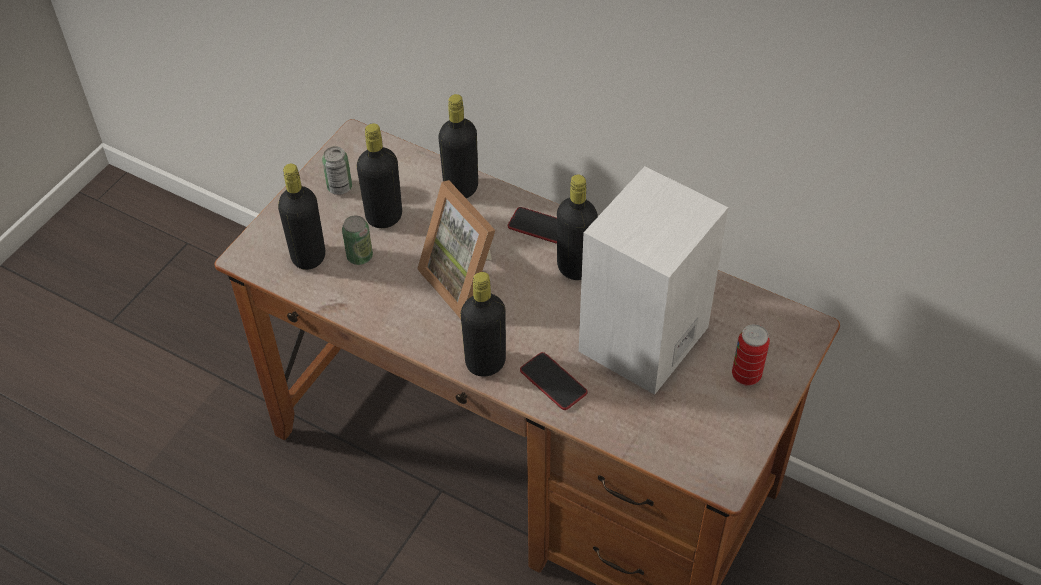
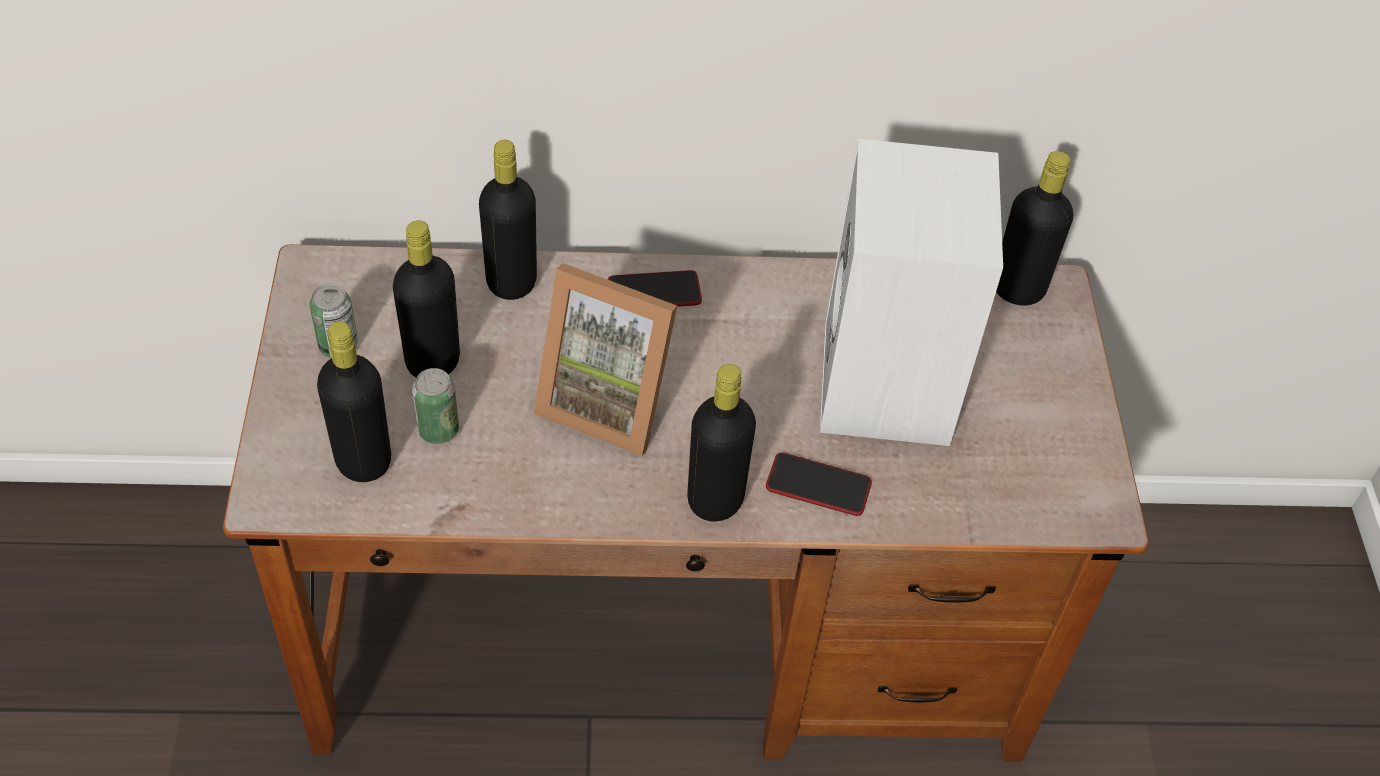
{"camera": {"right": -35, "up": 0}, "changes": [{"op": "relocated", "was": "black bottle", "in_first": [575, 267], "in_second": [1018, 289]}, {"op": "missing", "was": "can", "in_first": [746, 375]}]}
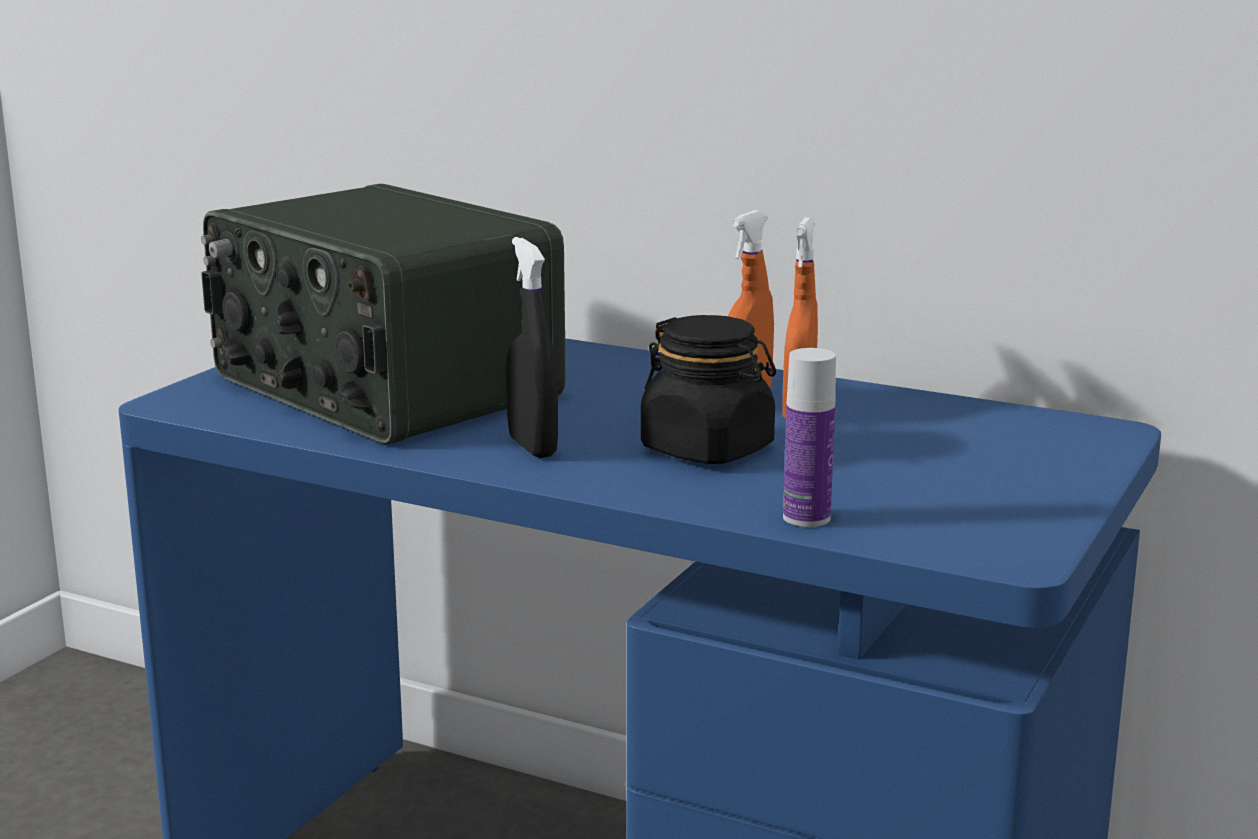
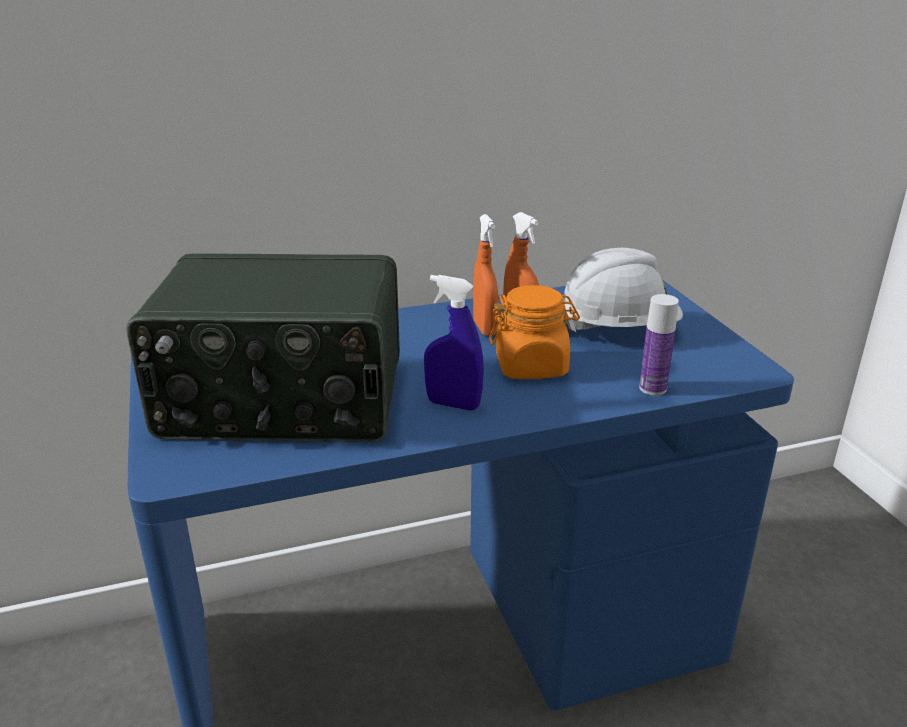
{"camera": {"right": -45, "up": 10}, "changes": [{"op": "colour", "was": "black spray bottle", "now": "blue spray bottle", "in_first": [532, 447], "in_second": [453, 404]}, {"op": "colour", "was": "black jar", "now": "orange jar", "in_first": [708, 449], "in_second": [531, 366]}, {"op": "appeared", "now": "white hard hat", "in_second": [617, 329]}]}
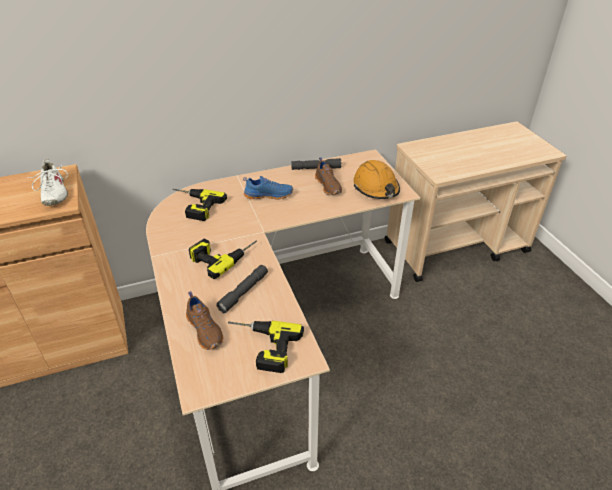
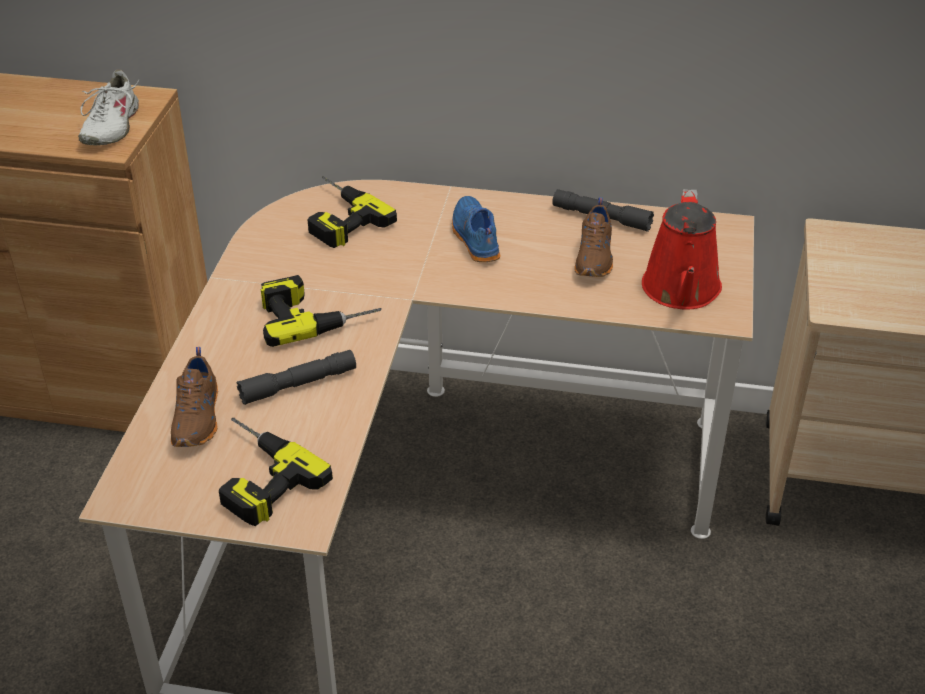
{"camera": {"right": 30, "up": 0}, "changes": [{"op": "spun", "was": "blue shoe", "in_first": [268, 195], "in_second": [474, 239], "clockwise": -135}, {"op": "exchanged", "was": "orange hard hat", "now": "red watering can", "in_first": [376, 188], "in_second": [681, 291]}]}
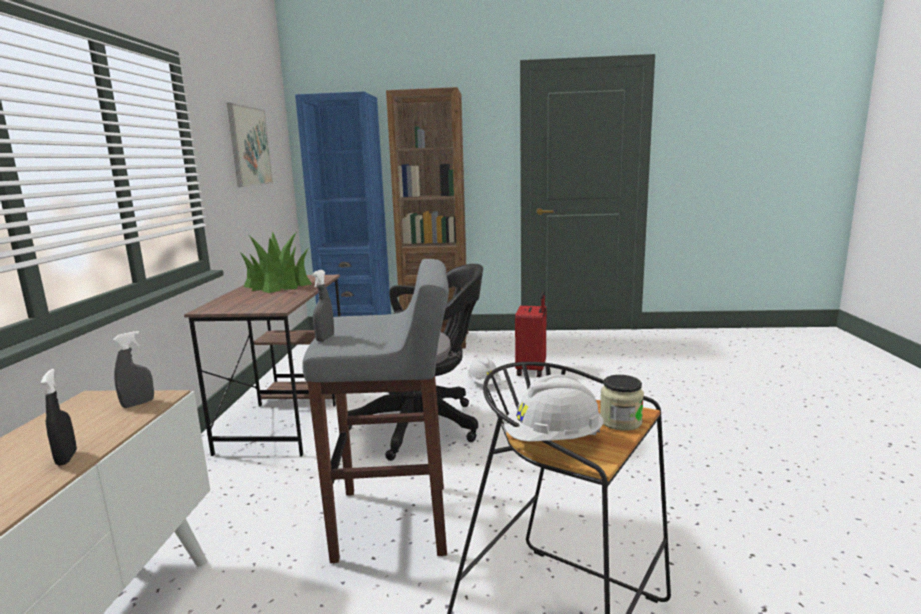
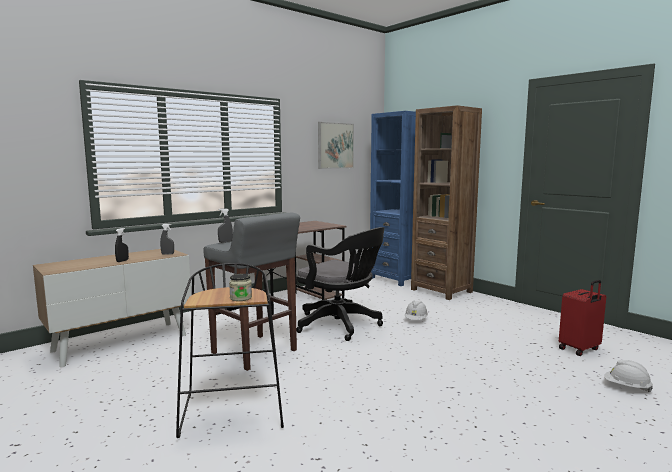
{"camera": {"right": 45, "up": -5}, "changes": [{"op": "relocated", "was": "red suitcase", "in_first": [532, 370], "in_second": [580, 349]}, {"op": "relocated", "was": "white hard hat", "in_first": [553, 441], "in_second": [626, 387]}, {"op": "missing", "was": "potted plant", "in_first": [278, 285]}]}
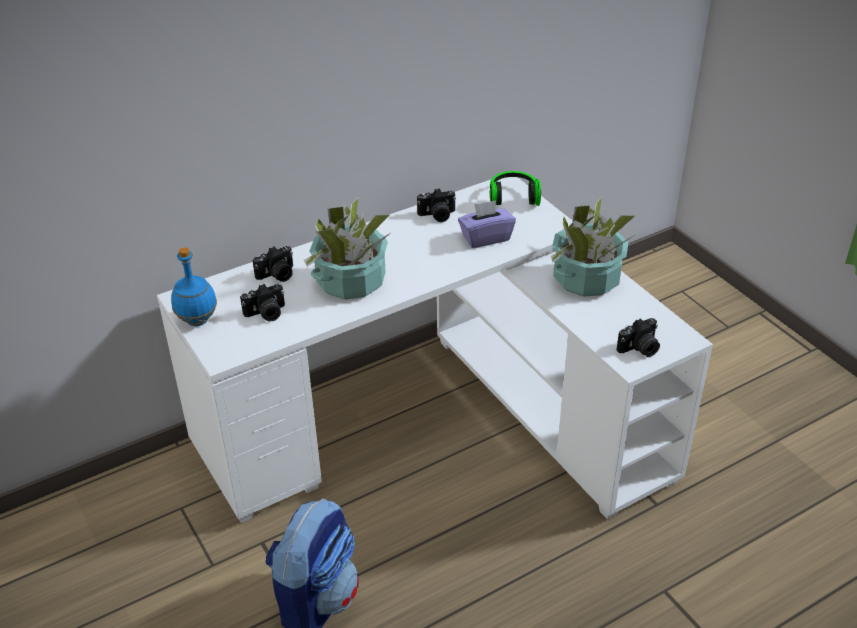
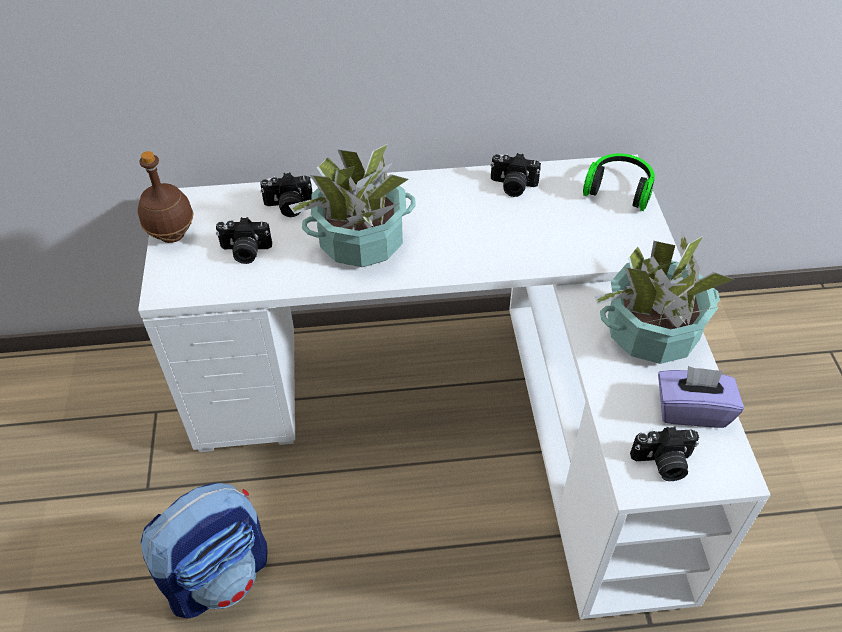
{"camera": {"right": 25, "up": 10}, "changes": [{"op": "colour", "was": "blue bottle", "now": "brown bottle", "in_first": [198, 320], "in_second": [173, 235]}, {"op": "relocated", "was": "purple tissue box", "in_first": [485, 238], "in_second": [691, 410]}]}
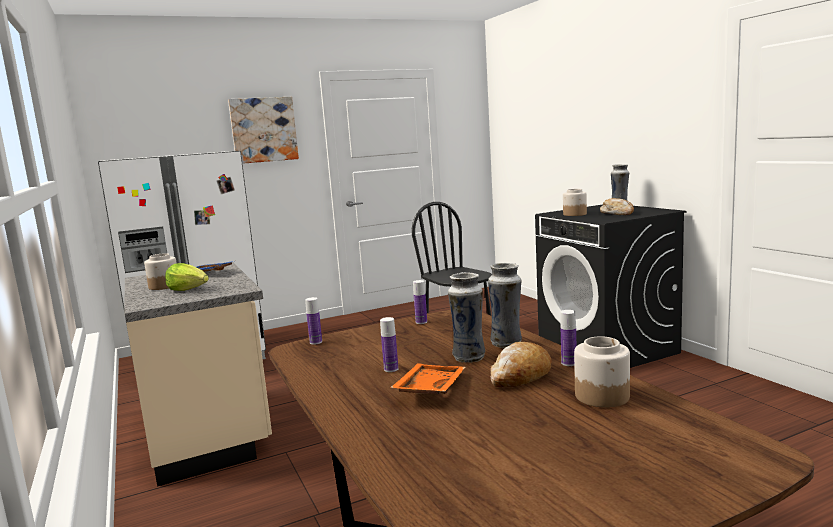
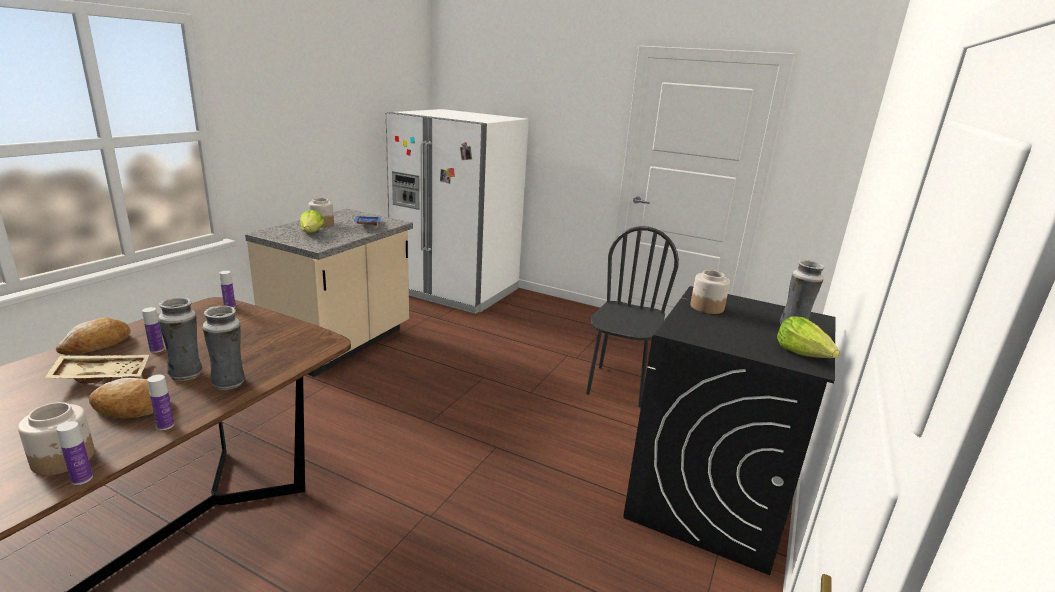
{"camera": {"right": 50, "up": 10}, "changes": [{"op": "colour", "was": "orange tray", "now": "beige tray", "in_first": [429, 389], "in_second": [102, 375]}, {"op": "relocated", "was": "bread", "in_first": [617, 213], "in_second": [97, 344]}, {"op": "relocated", "was": "bottle", "in_first": [421, 322], "in_second": [82, 479]}, {"op": "appeared", "now": "lettuce", "in_second": [803, 354]}, {"op": "missing", "was": "picture", "in_first": [263, 130]}]}
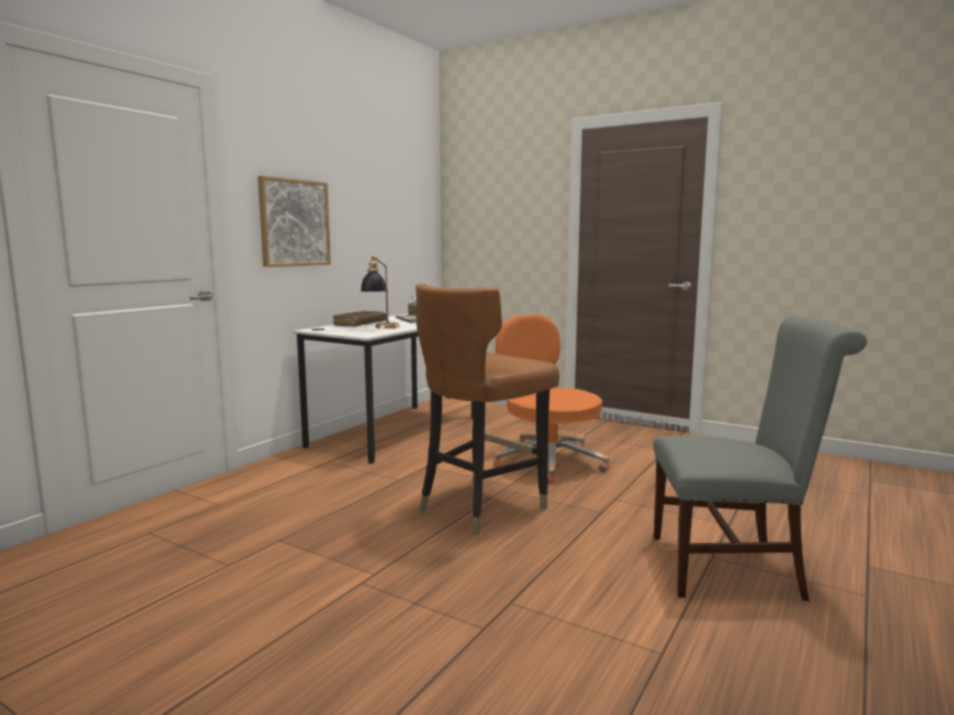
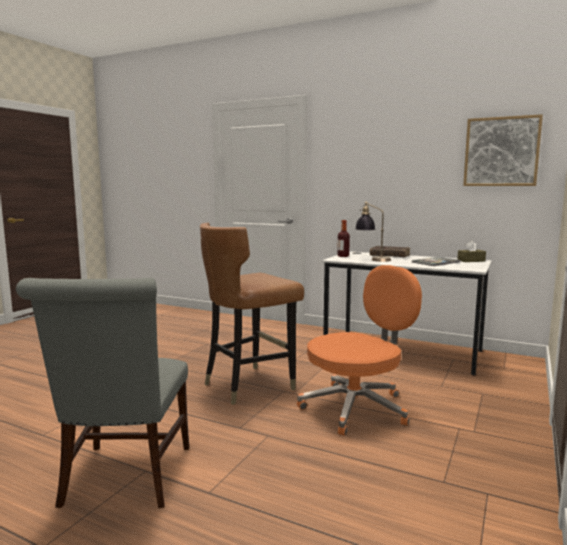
{"camera": {"right": 85, "up": 0}, "changes": [{"op": "spun", "was": "brown chair", "in_first": [481, 507], "in_second": [249, 385], "clockwise": -75}, {"op": "appeared", "now": "bottle", "in_second": [343, 256]}, {"op": "relocated", "was": "picture", "in_first": [294, 223], "in_second": [501, 152]}]}
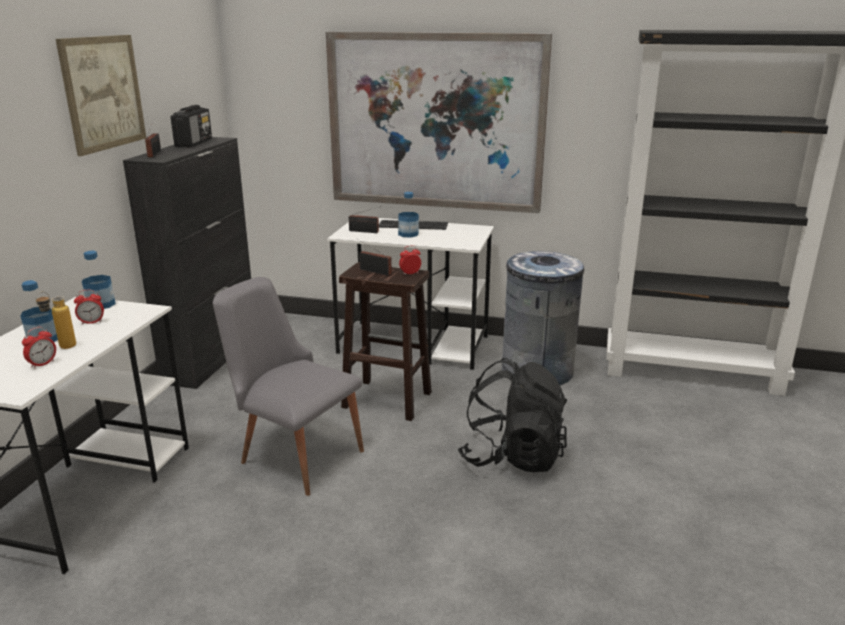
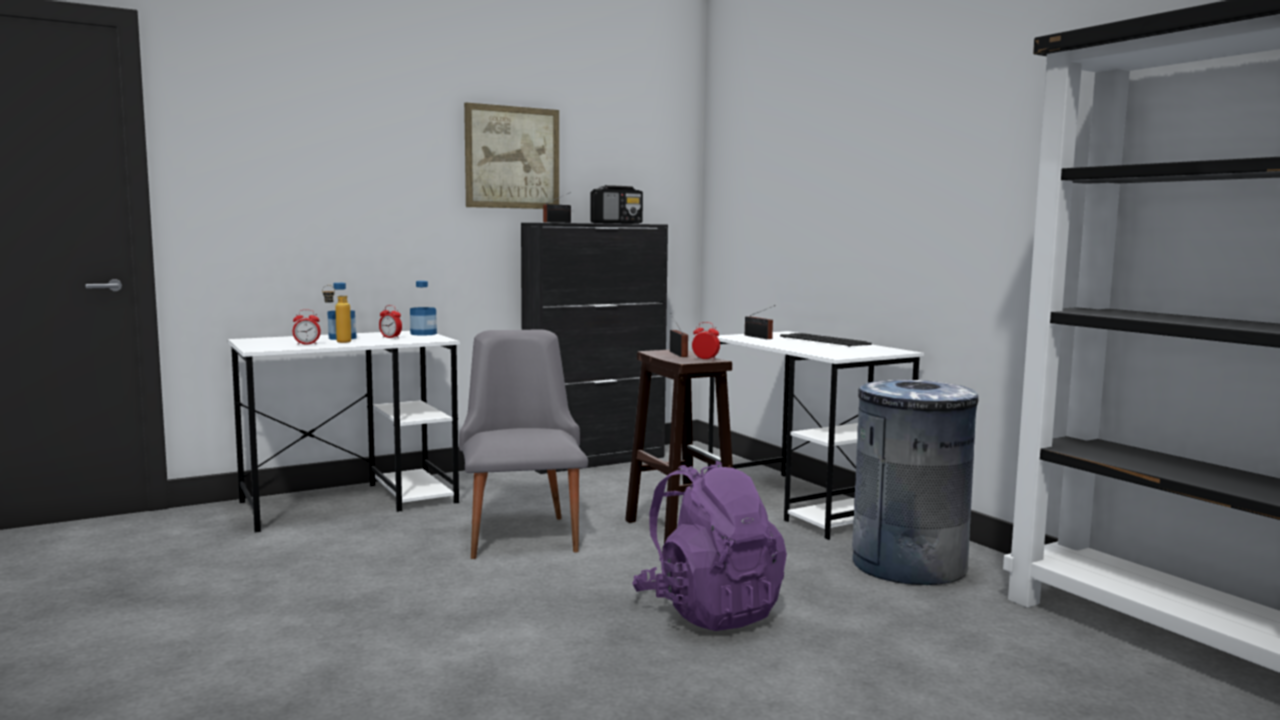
{"camera": {"right": 45, "up": -15}, "changes": [{"op": "colour", "was": "black backpack", "now": "purple backpack", "in_first": [512, 456], "in_second": [708, 610]}, {"op": "missing", "was": "picture", "in_first": [436, 122]}, {"op": "missing", "was": "bottle", "in_first": [408, 234]}]}
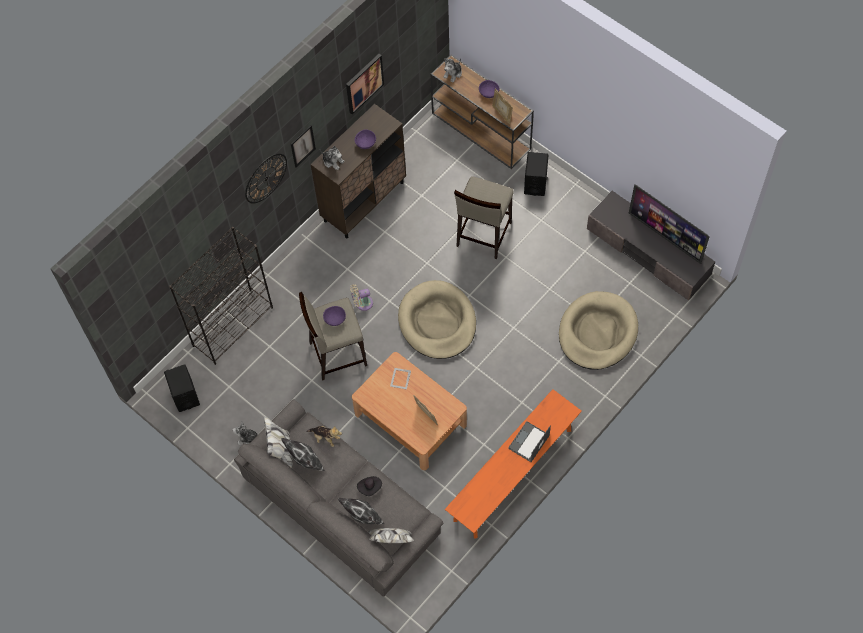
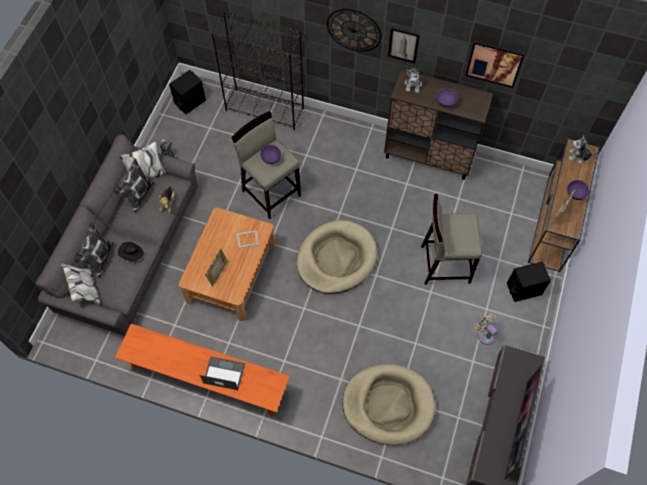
{"camera": {"right": 65, "up": 0}, "changes": [{"op": "relocated", "was": "beige fan", "in_first": [362, 303], "in_second": [485, 334]}]}
